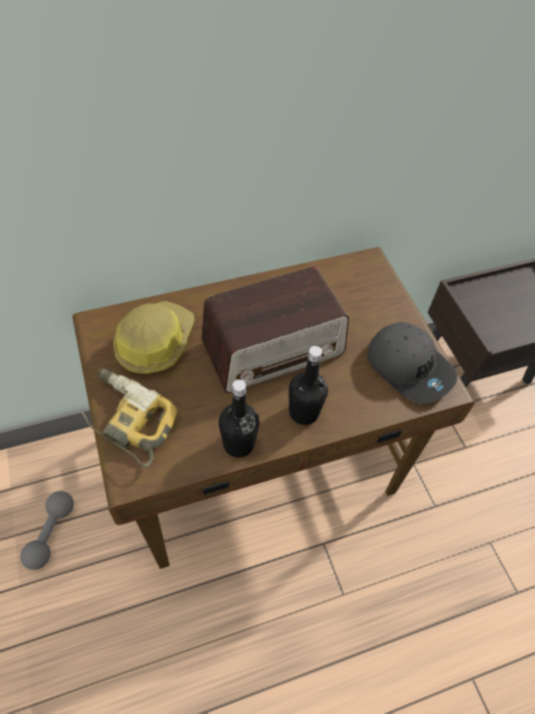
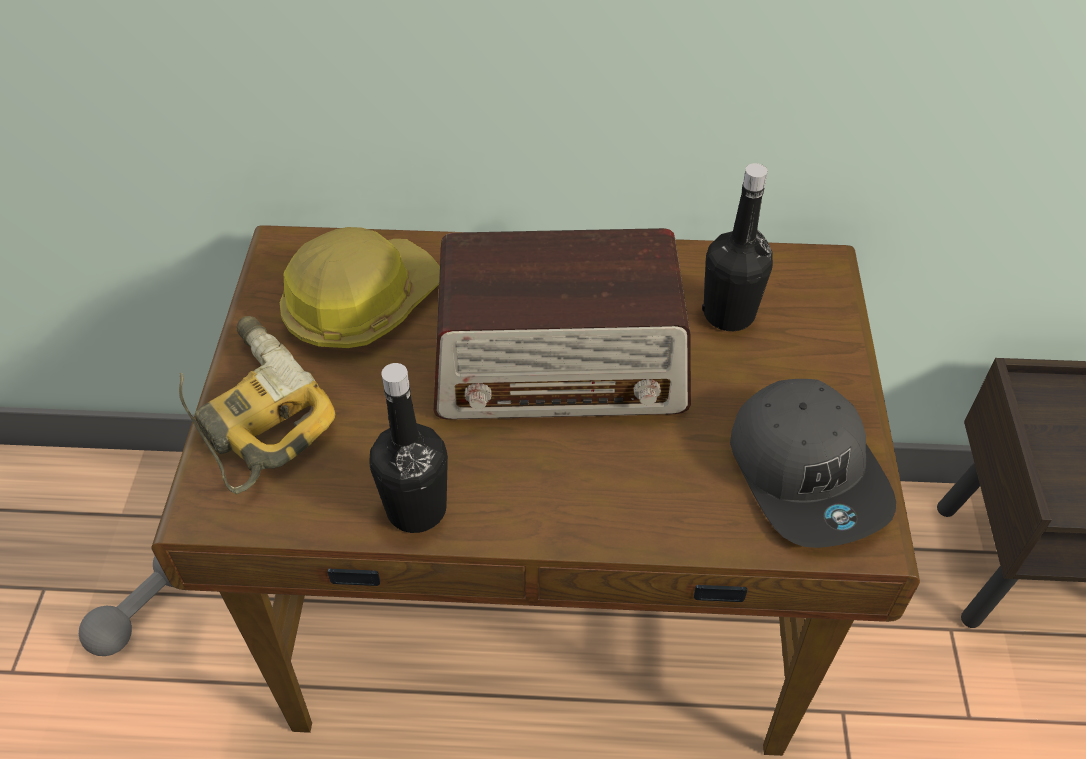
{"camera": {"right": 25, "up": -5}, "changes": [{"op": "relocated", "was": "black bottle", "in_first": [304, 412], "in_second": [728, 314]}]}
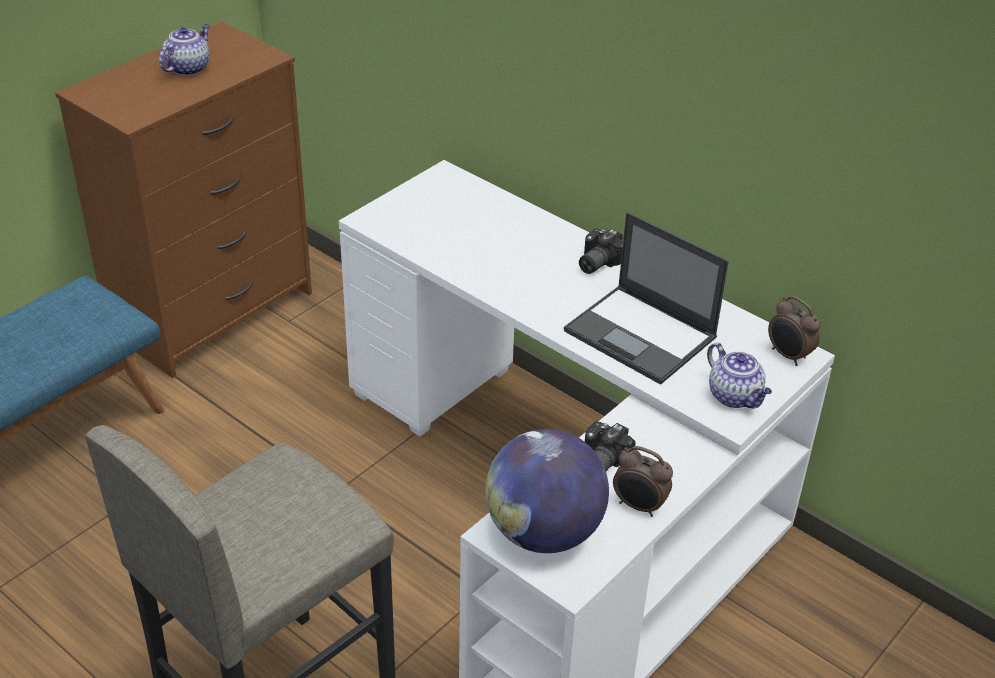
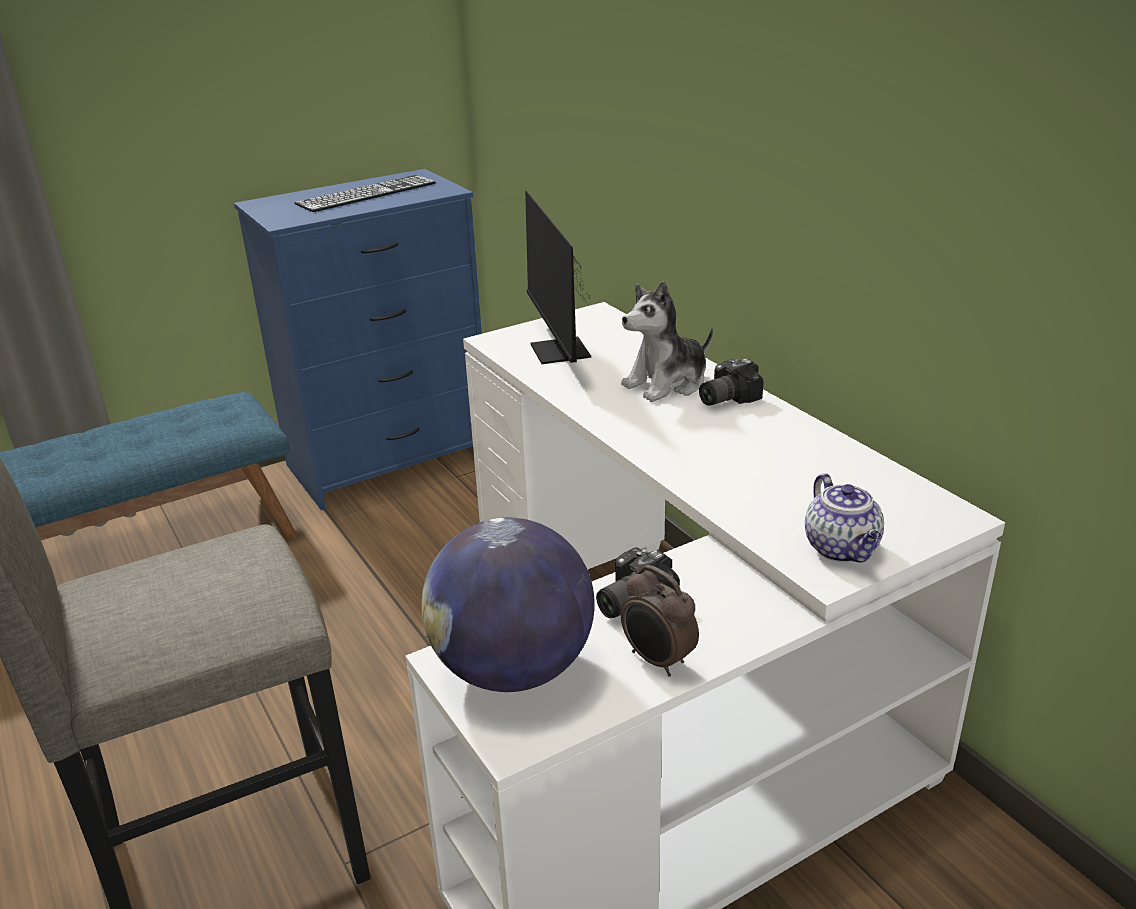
{"camera": {"right": 20, "up": -10}, "changes": [{"op": "colour", "was": "brown dresser", "now": "blue dresser", "in_first": [213, 313], "in_second": [389, 461]}, {"op": "exchanged", "was": "teapot", "now": "keyboard", "in_first": [188, 68], "in_second": [366, 193]}, {"op": "appeared", "now": "monitor", "in_second": [560, 355]}, {"op": "appeared", "now": "plush toy", "in_second": [667, 383]}, {"op": "missing", "was": "laptop", "in_first": [642, 335]}, {"op": "missing", "was": "alarm clock", "in_first": [788, 356]}]}
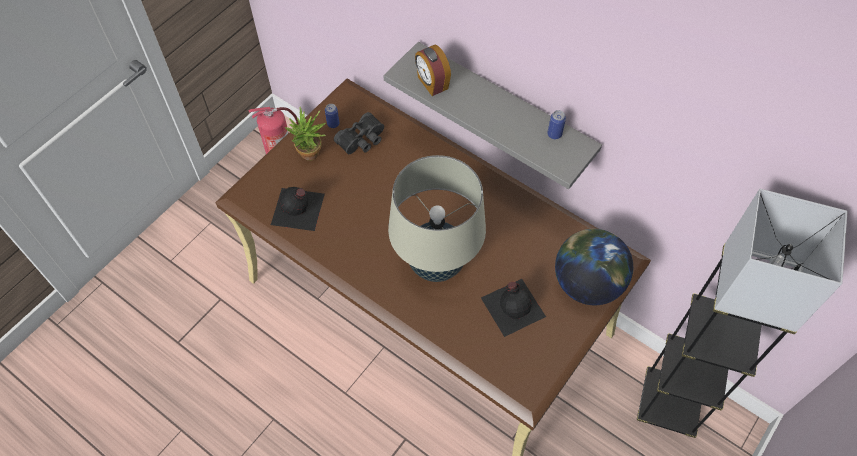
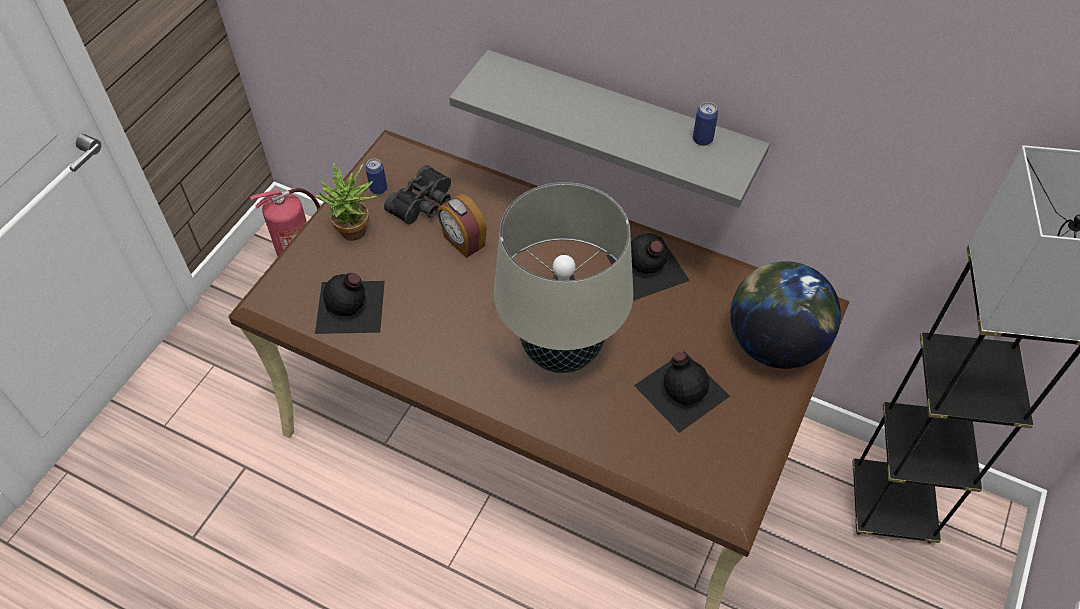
{"camera": {"right": -10, "up": -5}, "changes": [{"op": "relocated", "was": "alarm clock", "in_first": [432, 83], "in_second": [463, 242]}, {"op": "appeared", "now": "black bottle", "in_second": [647, 269]}]}
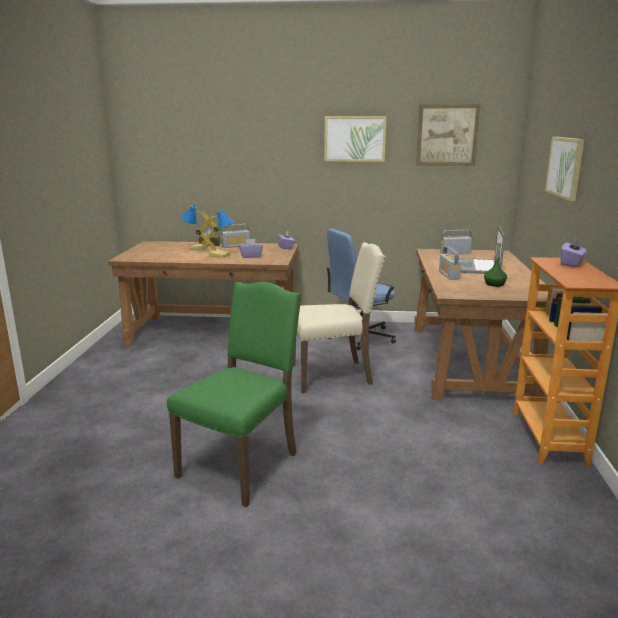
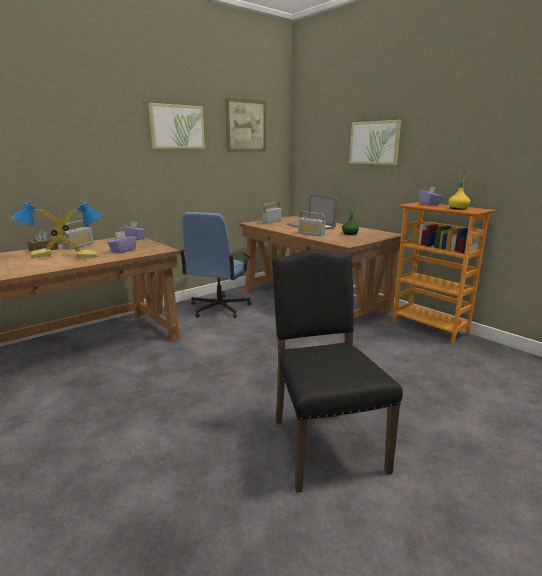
{"camera": {"right": -45, "up": 0}, "changes": [{"op": "colour", "was": "green chair", "now": "black chair", "in_first": [242, 464], "in_second": [324, 443]}, {"op": "appeared", "now": "yellow bottle", "in_second": [458, 208]}, {"op": "missing", "was": "beige chair", "in_first": [333, 375]}]}
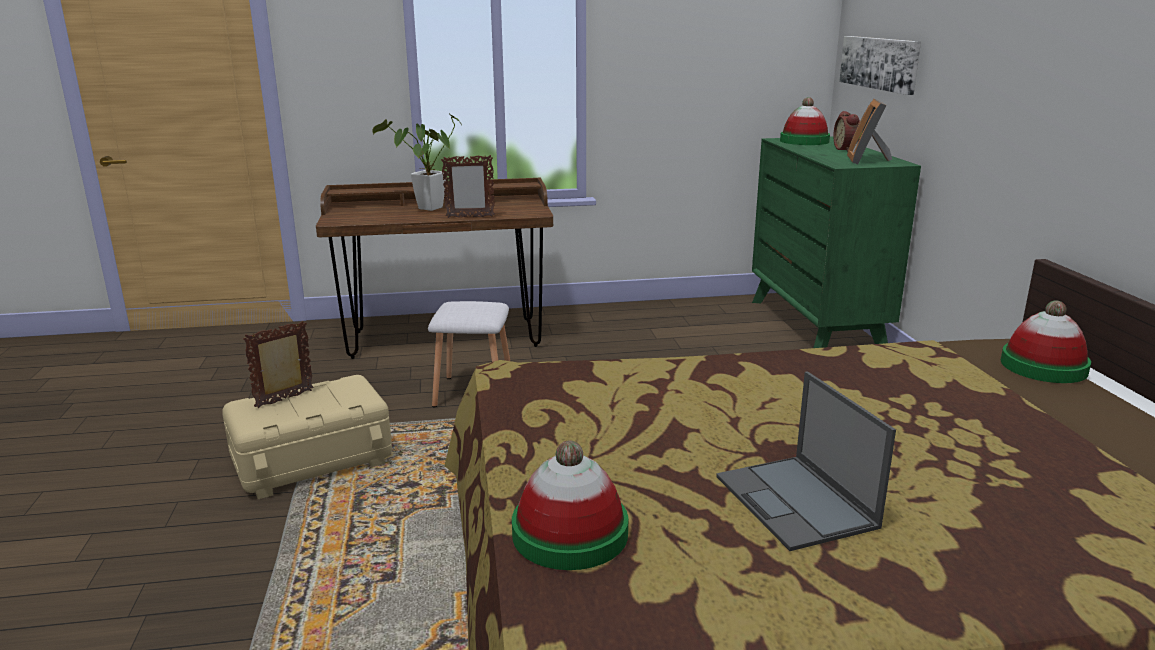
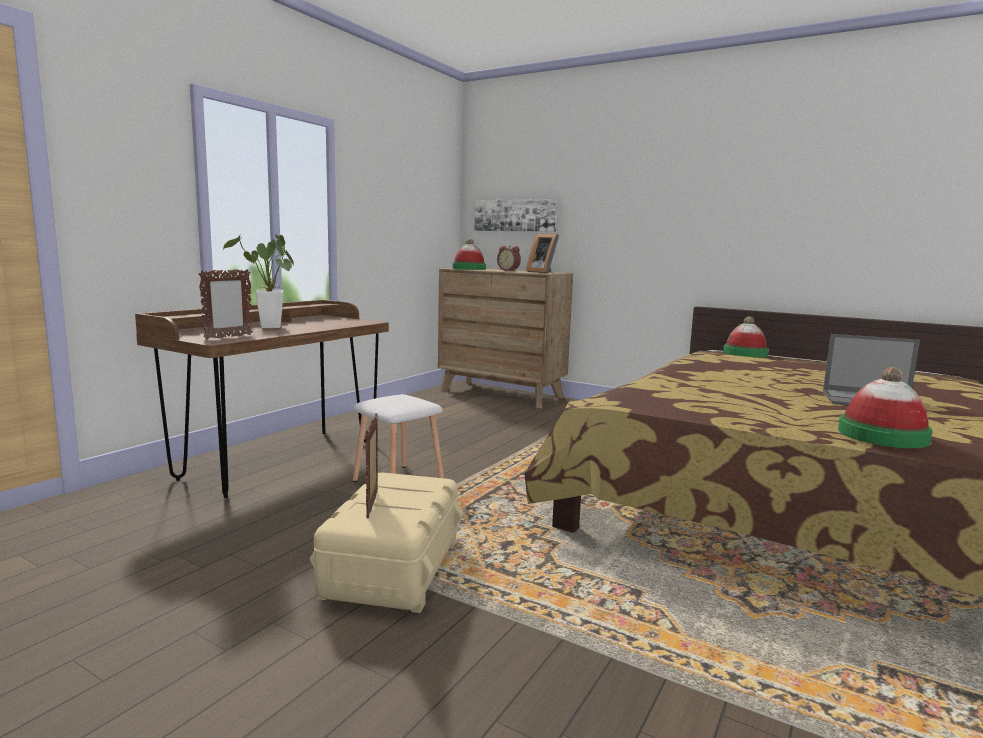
{"camera": {"right": -50, "up": -10}, "changes": [{"op": "relocated", "was": "picture frame", "in_first": [470, 217], "in_second": [228, 337]}, {"op": "colour", "was": "green dresser", "now": "brown dresser", "in_first": [816, 325], "in_second": [501, 394]}]}
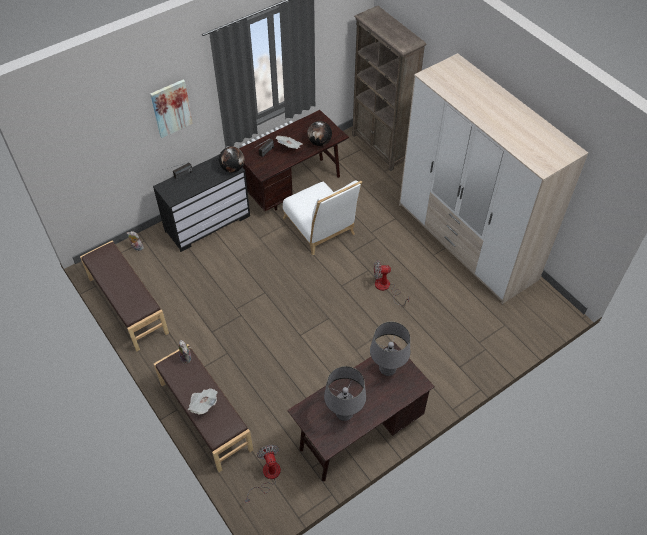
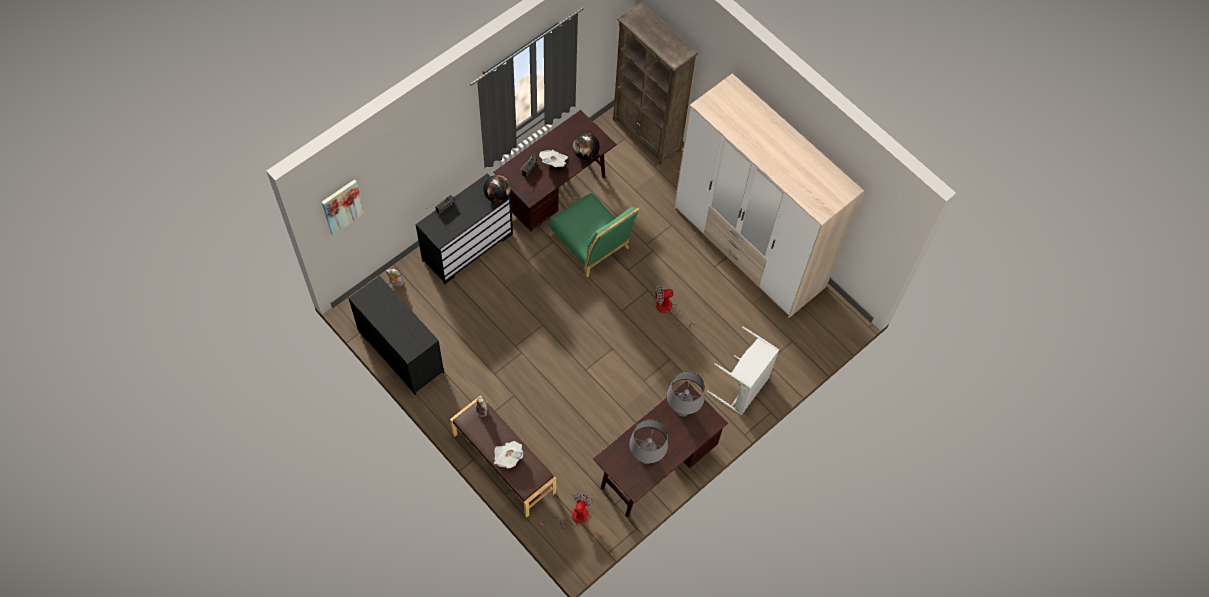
{"camera": {"right": -10, "up": 10}, "changes": [{"op": "relocated", "was": "picture", "in_first": [171, 108], "in_second": [342, 206]}, {"op": "exchanged", "was": "brown bench", "now": "black dresser", "in_first": [127, 306], "in_second": [400, 352]}, {"op": "spun", "was": "fan", "in_first": [267, 476], "in_second": [573, 517], "clockwise": 45}, {"op": "colour", "was": "white chair", "now": "green chair", "in_first": [321, 229], "in_second": [592, 245]}, {"op": "appeared", "now": "grey laundry basket", "in_second": [743, 389]}]}
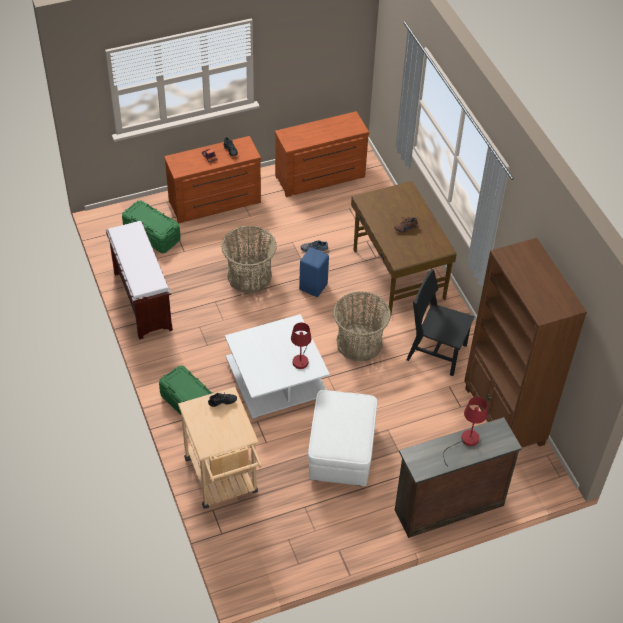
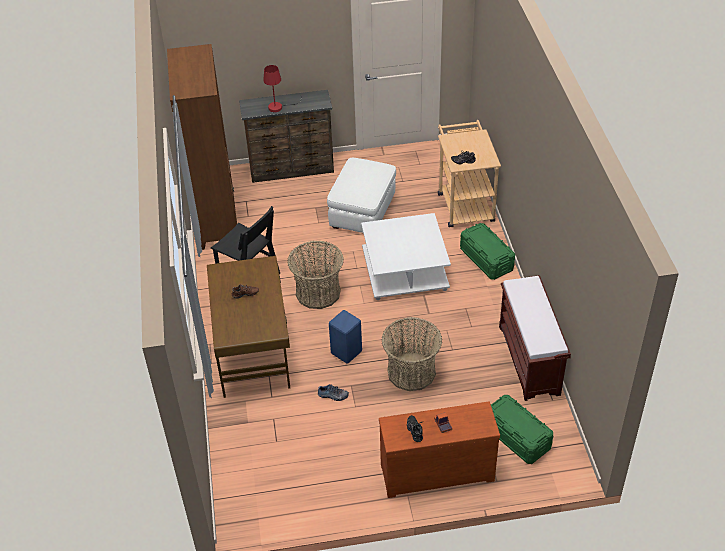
{"camera": {"right": -165, "up": -5}, "changes": [{"op": "missing", "was": "brown dresser", "in_first": [321, 178]}, {"op": "missing", "was": "red table lamp", "in_first": [301, 358]}]}
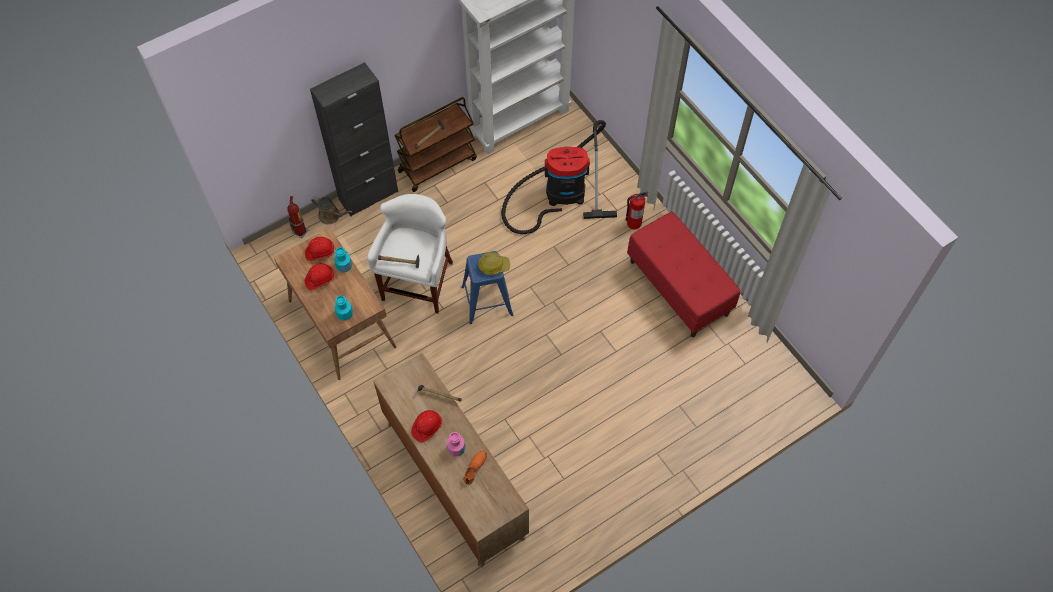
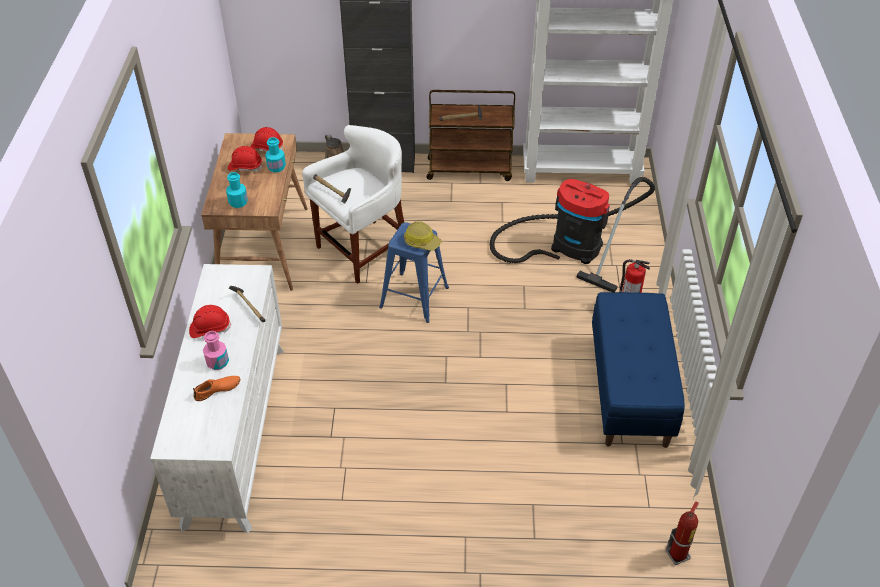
{"camera": {"right": 35, "up": -15}, "changes": [{"op": "colour", "was": "brown dresser", "now": "white dresser", "in_first": [454, 478], "in_second": [235, 432]}, {"op": "colour", "was": "red bench", "now": "blue bench", "in_first": [679, 288], "in_second": [630, 390]}, {"op": "relocated", "was": "fire extinguisher", "in_first": [300, 231], "in_second": [678, 555]}]}
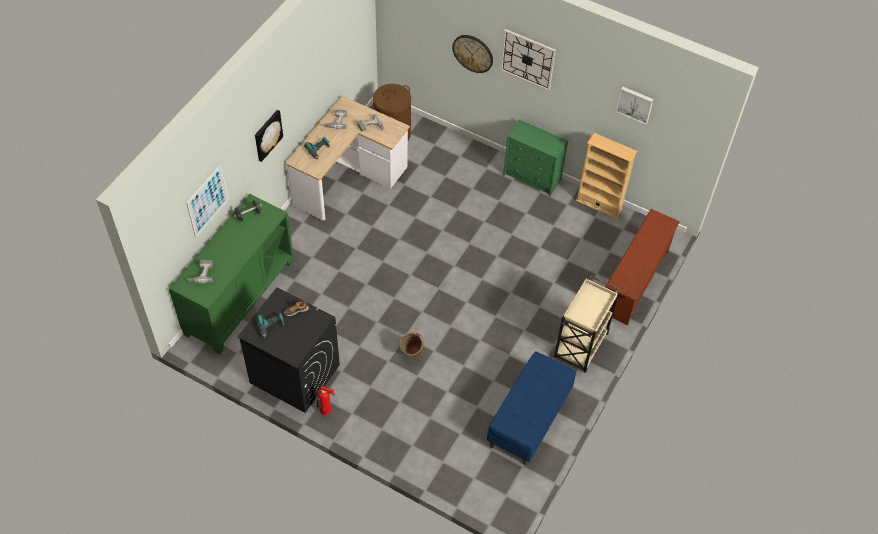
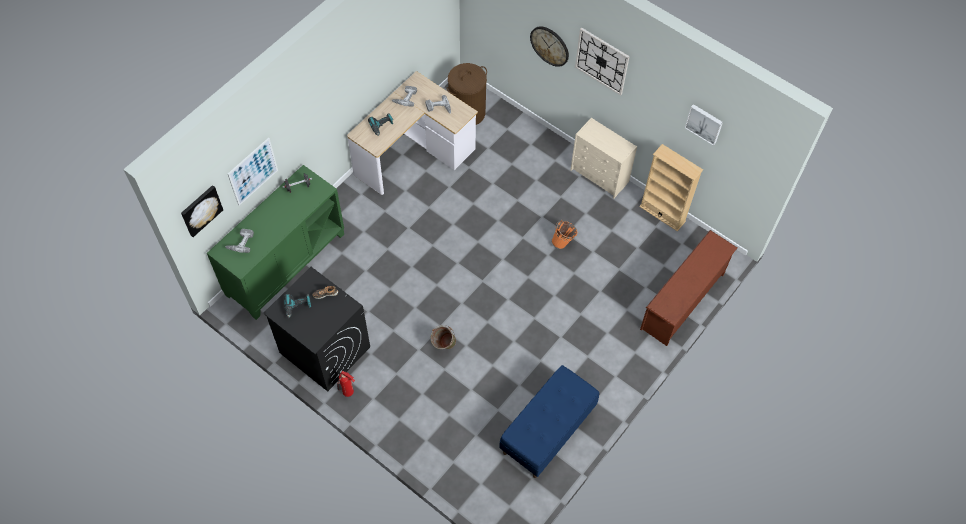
{"camera": {"right": 10, "up": 5}, "changes": [{"op": "relocated", "was": "picture", "in_first": [267, 135], "in_second": [201, 210]}, {"op": "appeared", "now": "orange bucket", "in_second": [563, 242]}, {"op": "colour", "was": "green dresser", "now": "beige dresser", "in_first": [532, 177], "in_second": [600, 176]}, {"op": "missing", "was": "beige cart", "in_first": [580, 347]}]}
